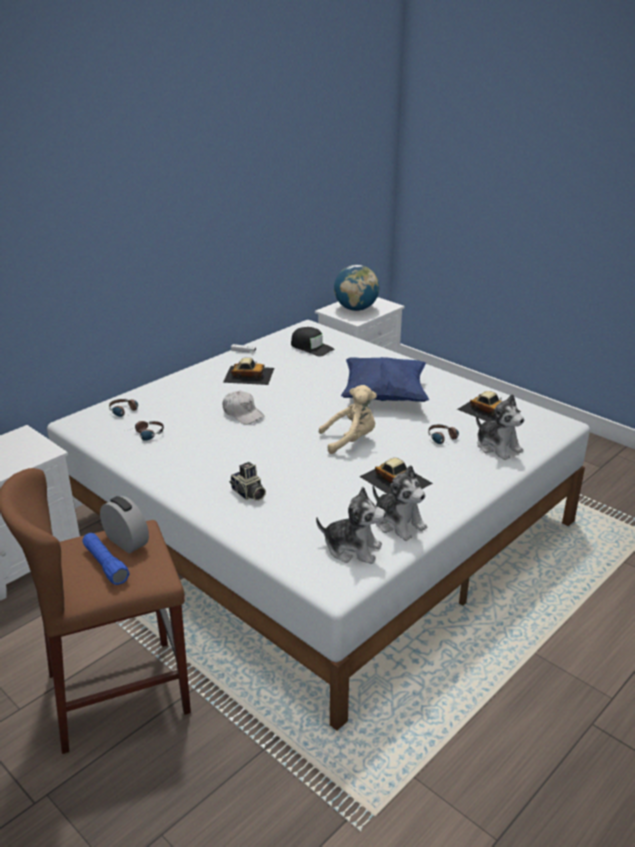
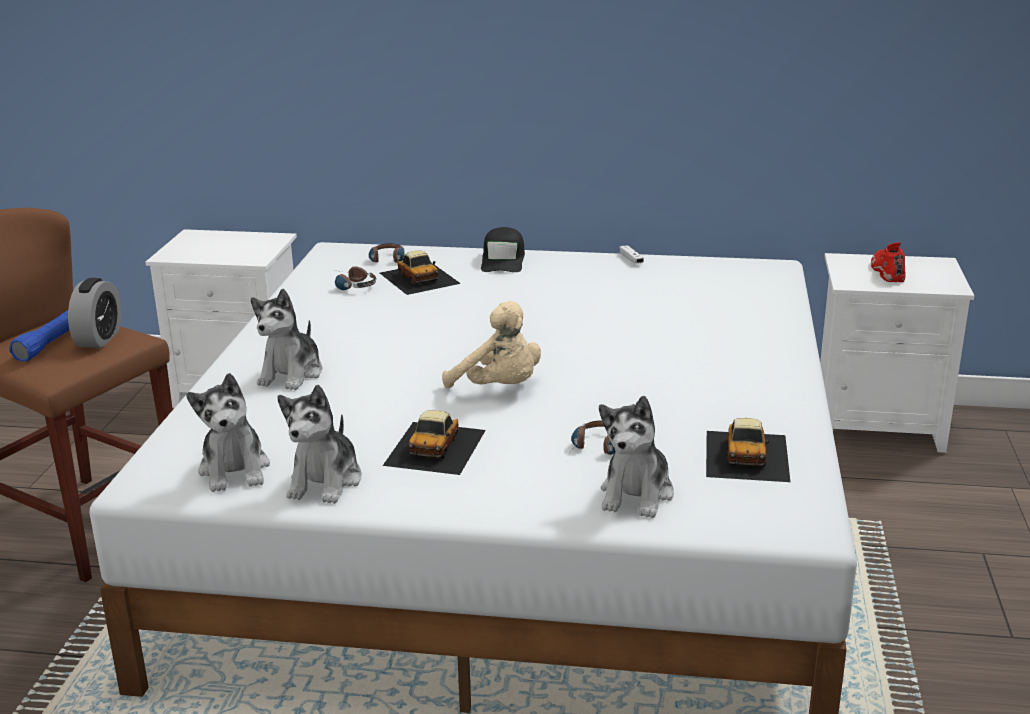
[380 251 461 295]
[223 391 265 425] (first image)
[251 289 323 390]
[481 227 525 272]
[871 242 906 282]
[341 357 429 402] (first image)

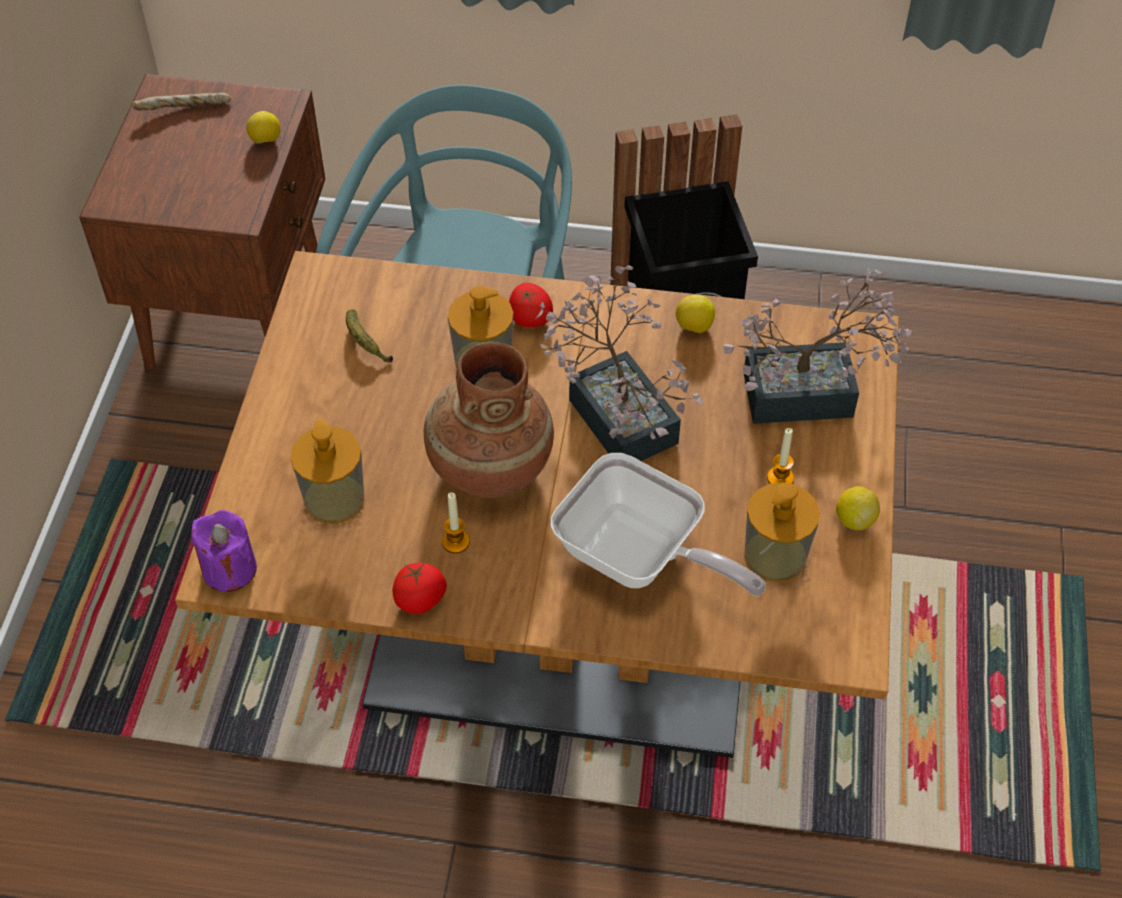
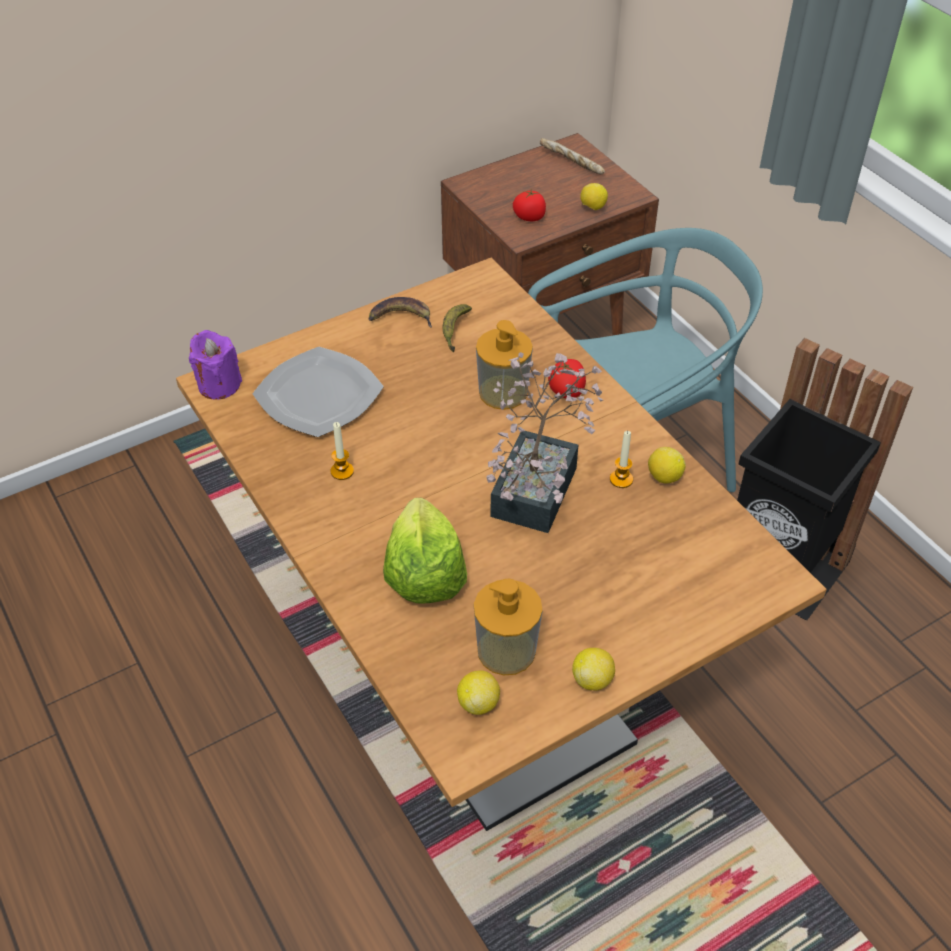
[252 347 384 437]
[513 189 546 221]
[424 342 554 498] (first image)
[383 498 467 603]
[723 268 912 424] (first image)
[610 431 633 488]
[369 297 432 327]
[457 670 500 715]

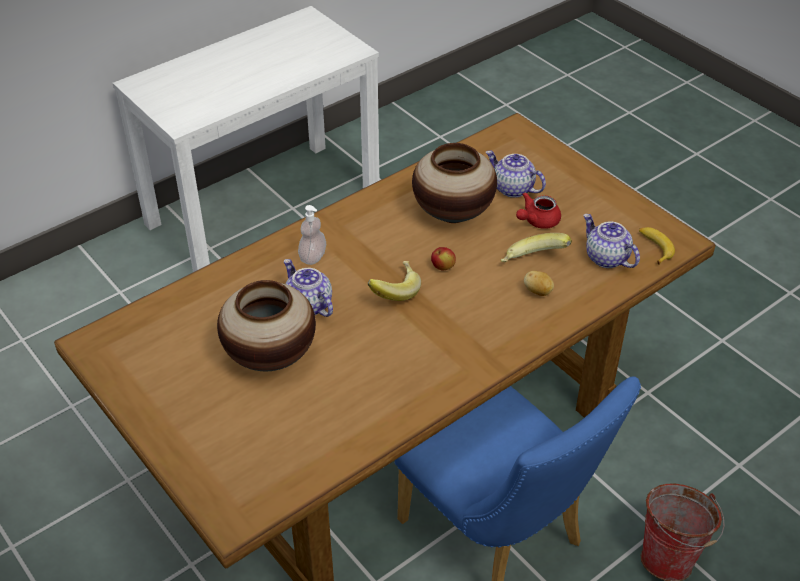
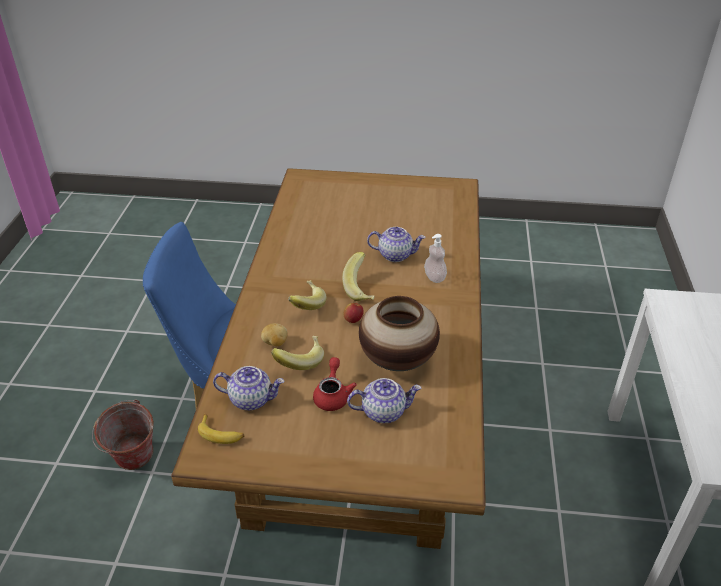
[217 280 316 371] (first image)
[288 280 327 310]

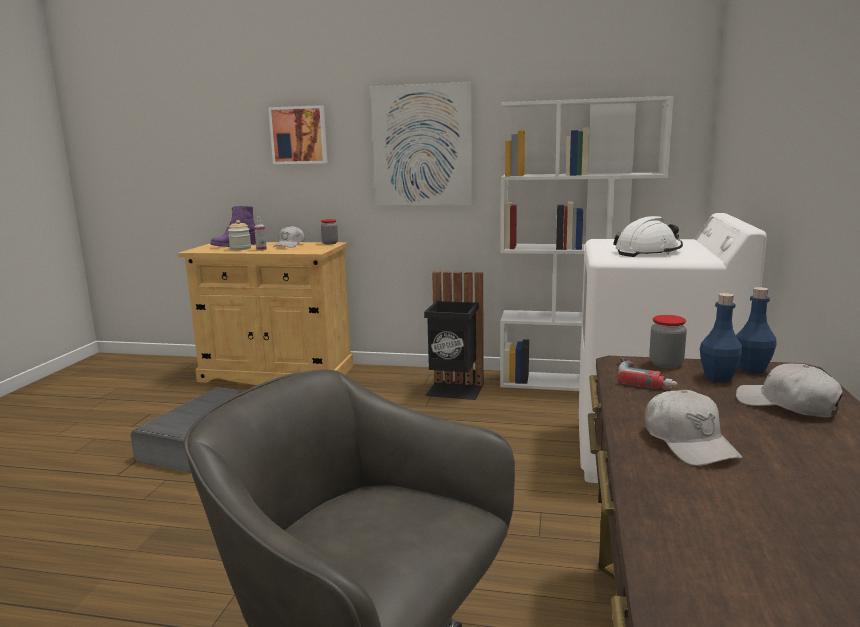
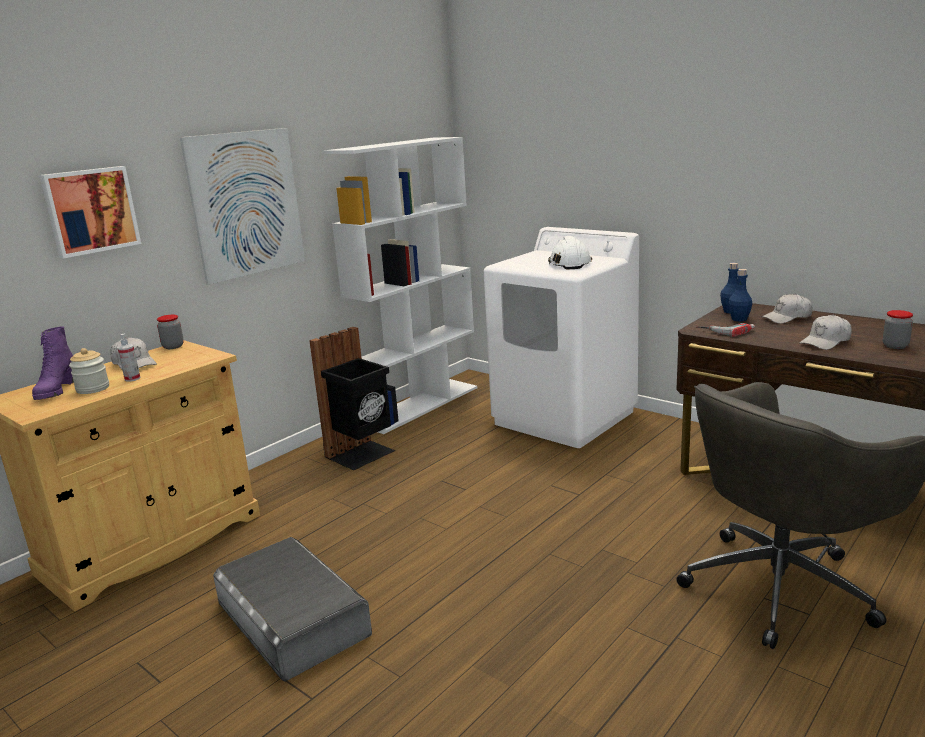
[800 315 852 350]
[883 310 913 349]

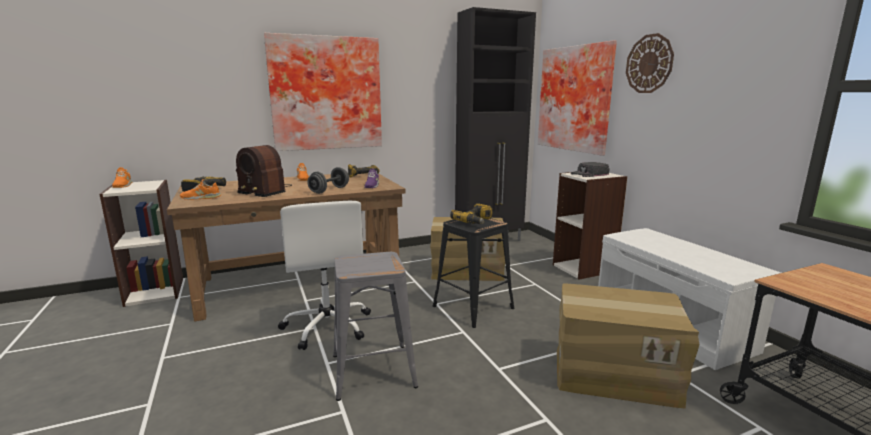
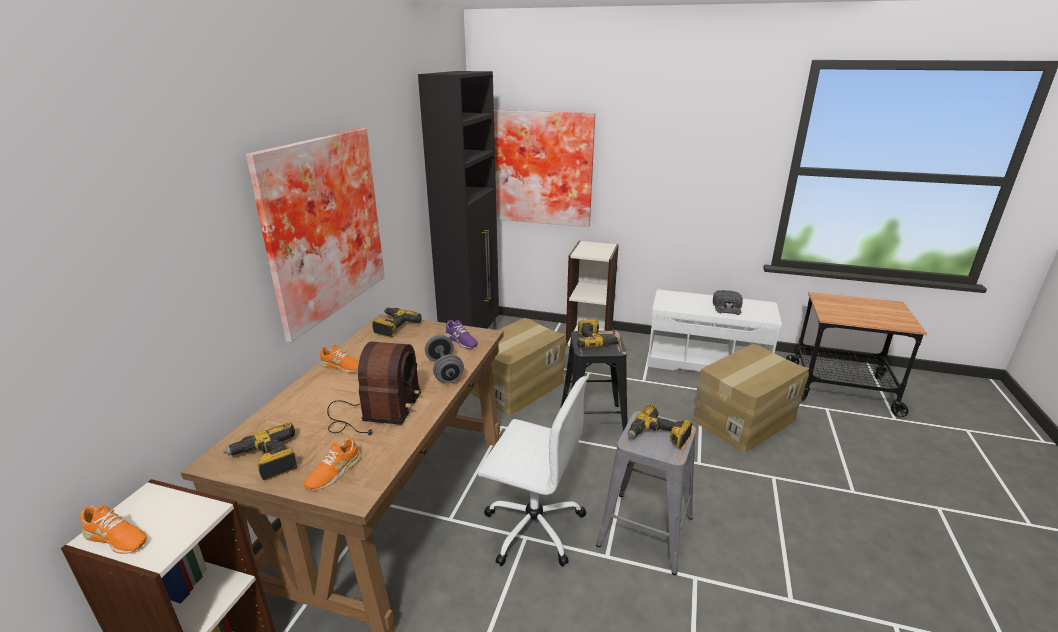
[327 342 421 435]
[713 290 743 315]
[626 33 674 93] (first image)
[628 404 693 449]

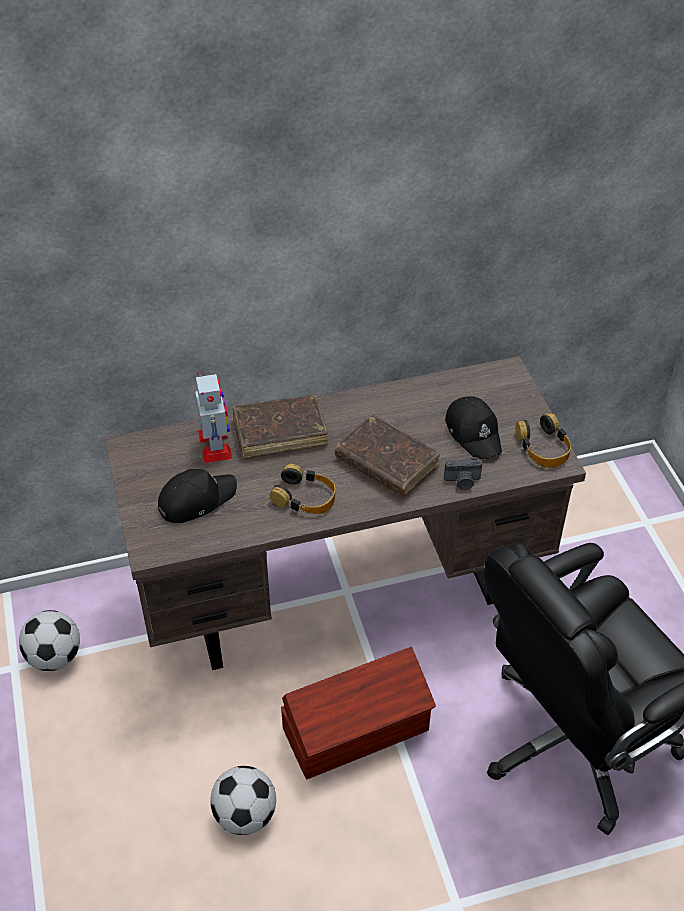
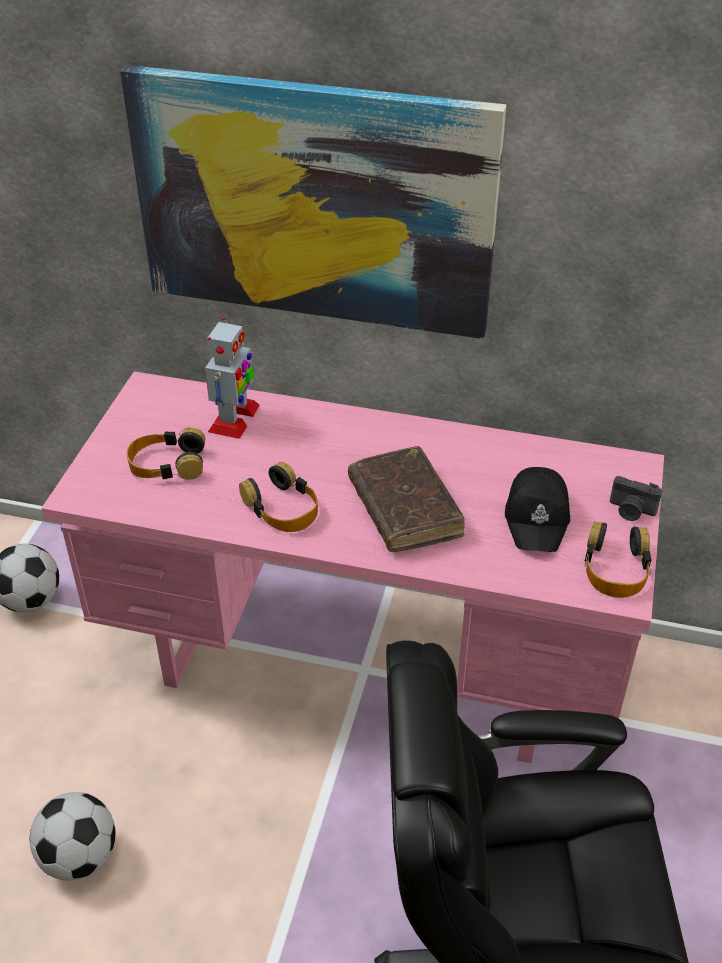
[41 371 664 763]
[127 428 205 480]
[232 395 328 459] (first image)
[281 647 436 779] (first image)
[610 476 662 521]
[120 65 506 339]

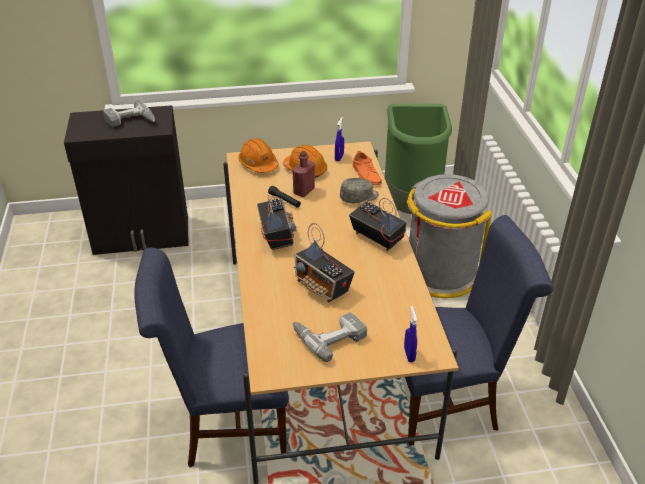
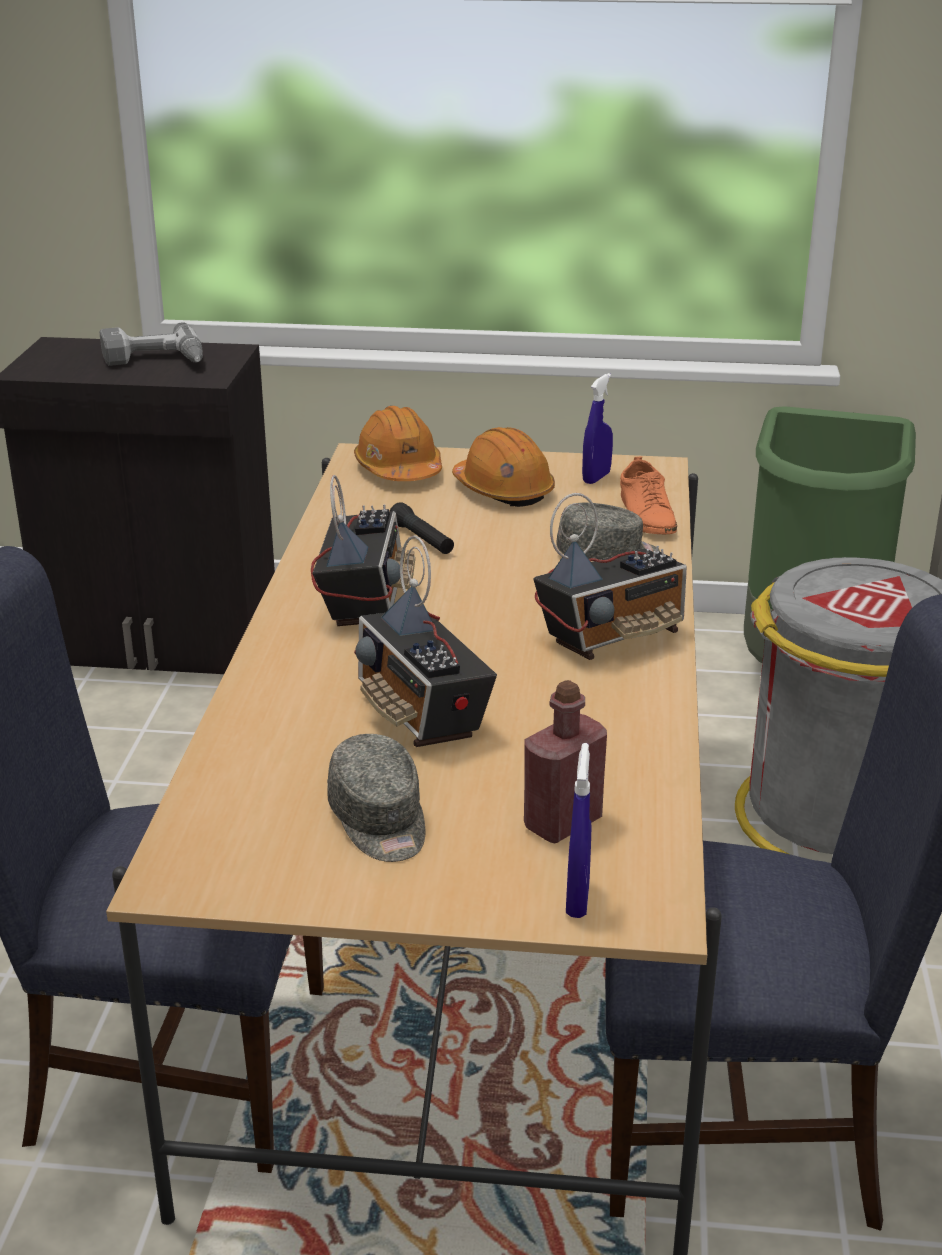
[524 680 607 843]
[327 734 425 862]
[534 493 687 660]

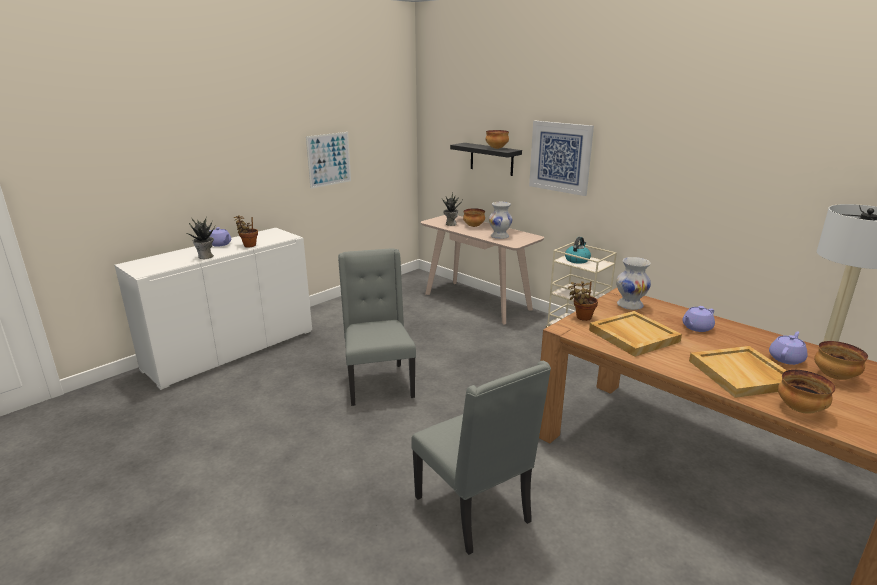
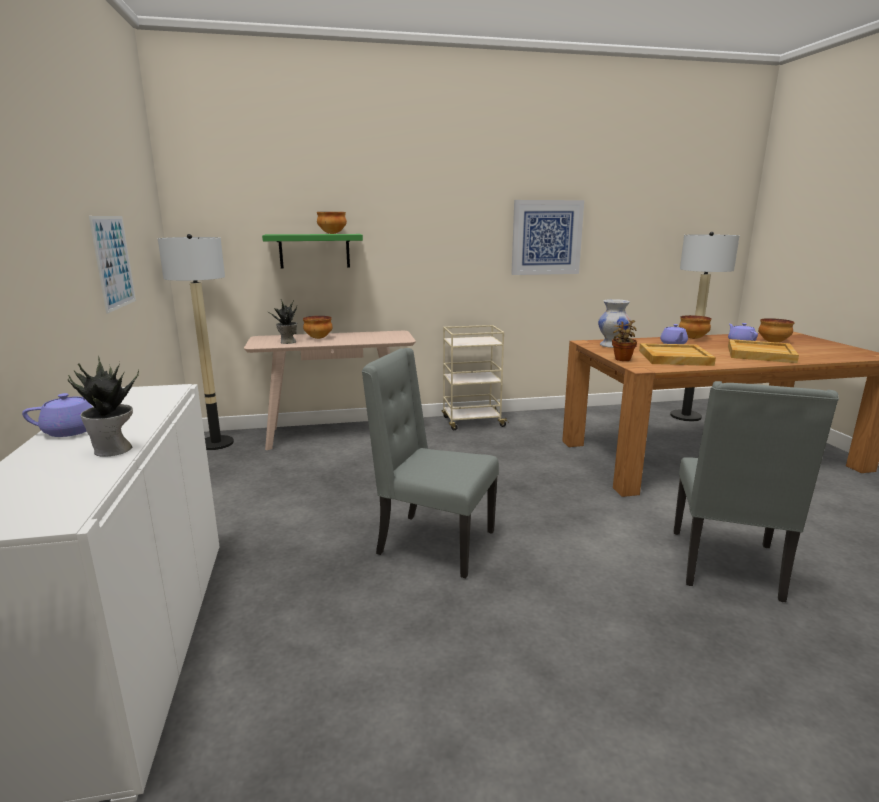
[234 215 258 247] (first image)
[674 381 839 602]
[262 234 363 269]
[489 202 512 239] (first image)
[511 200 584 275]
[565 237 591 264] (first image)
[679 315 712 339]
[158 234 234 450]

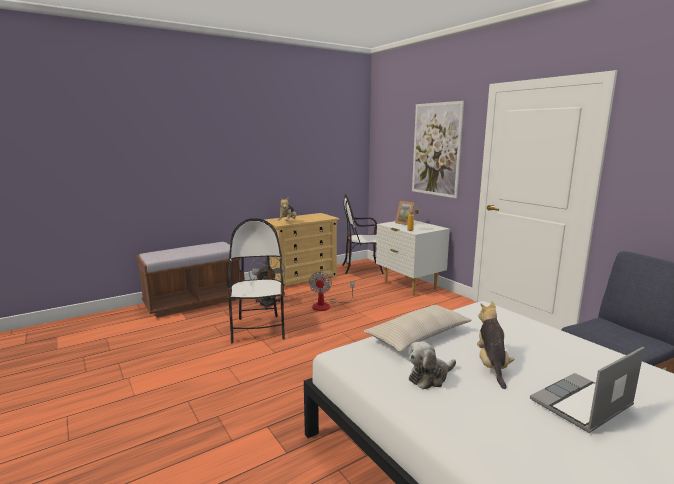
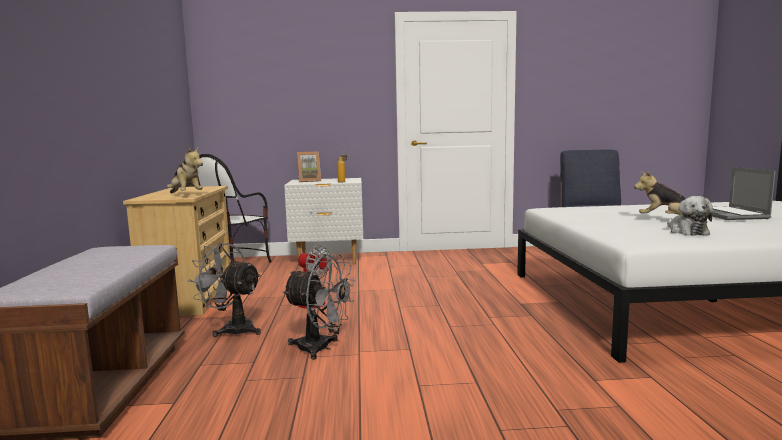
[282 254 356 360]
[364 305 472 352] (first image)
[412 101 464 198] (first image)

